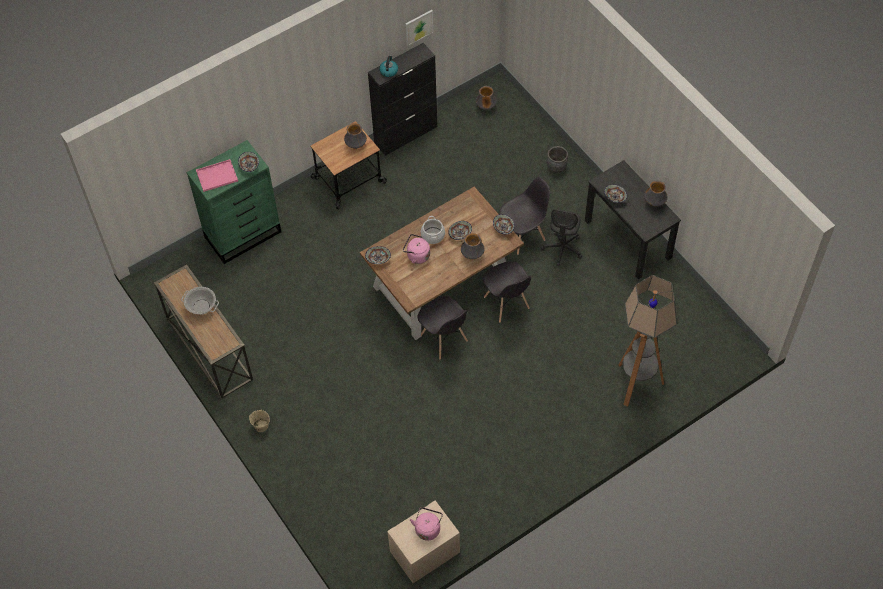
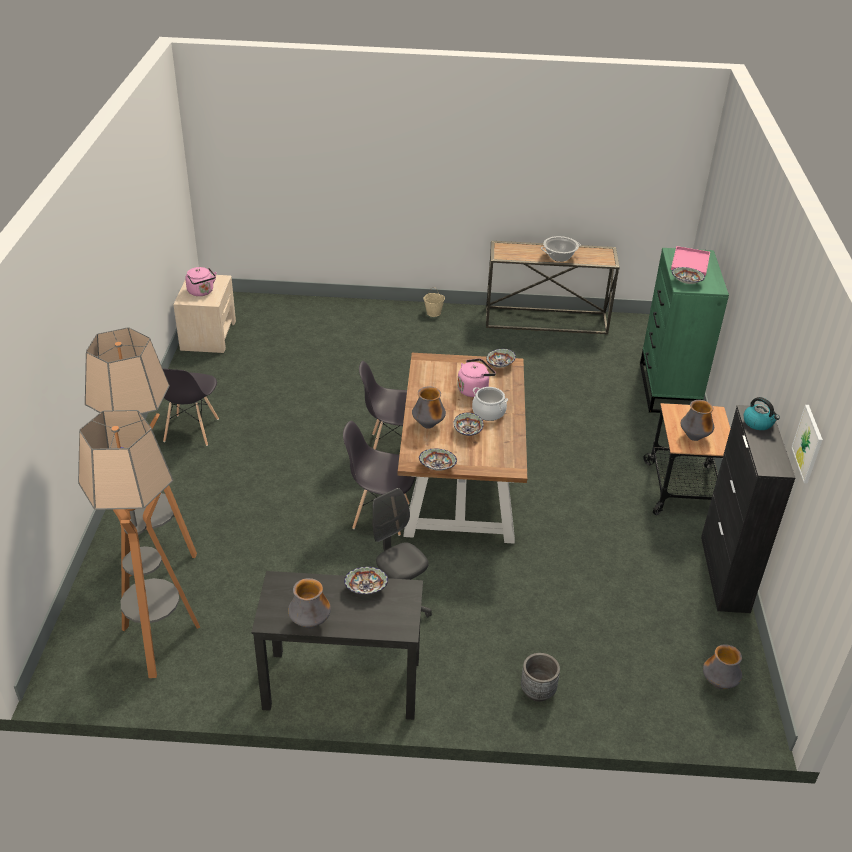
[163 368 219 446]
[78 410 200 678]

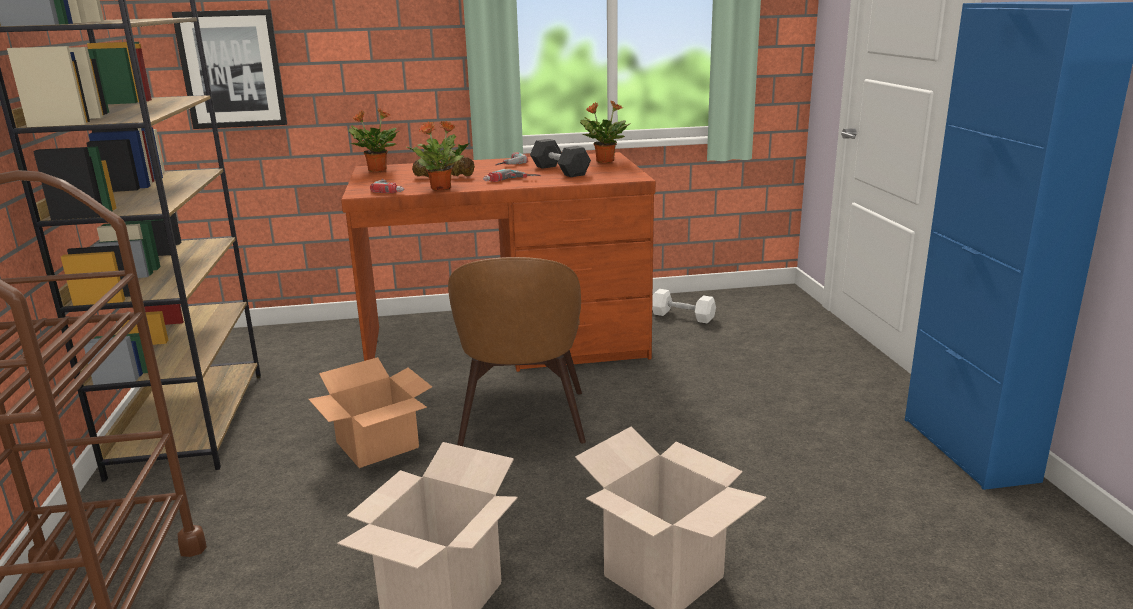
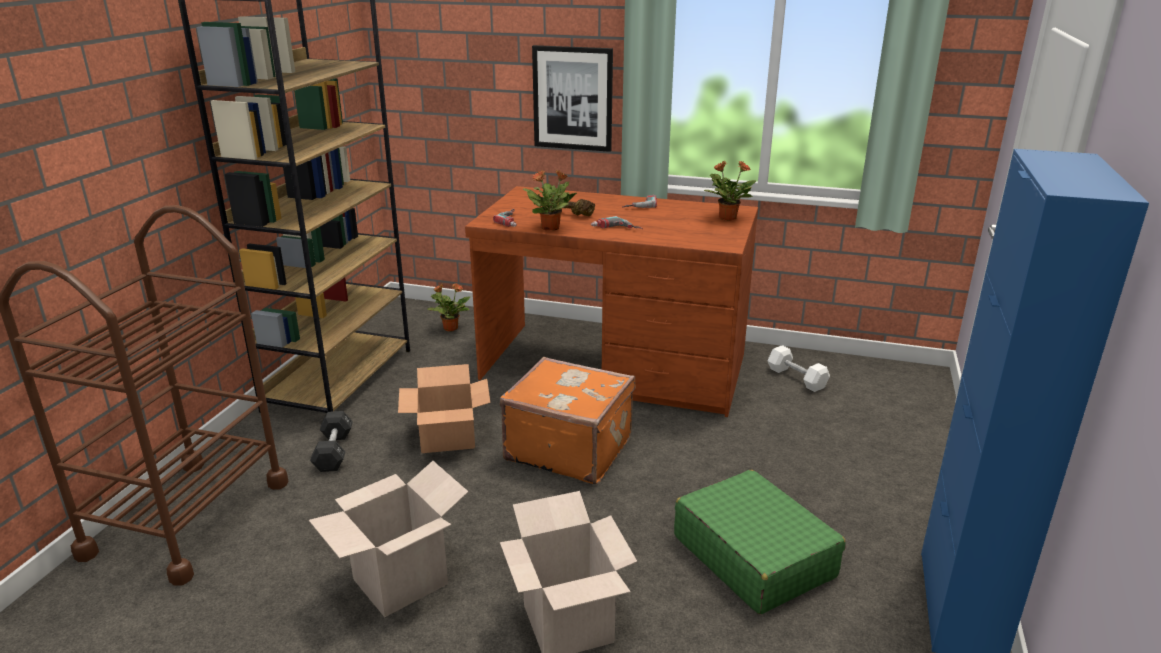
[532 45 613 152]
[427 283 470 331]
[500 357 635 484]
[310 411 353 472]
[674 470 846 614]

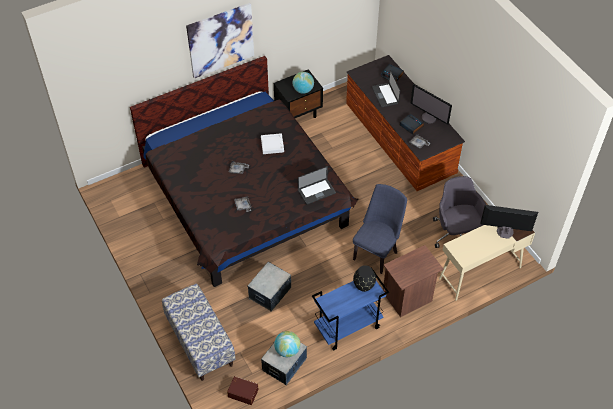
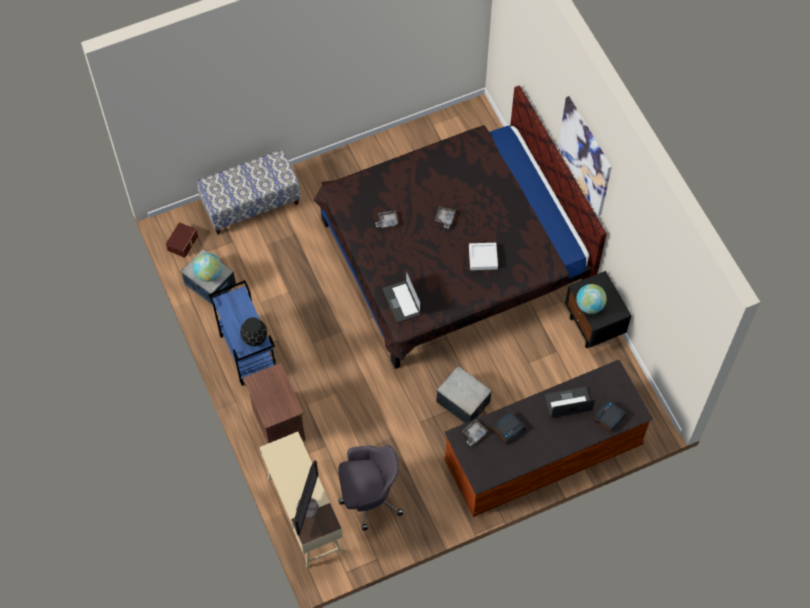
[436 366 492 423]
[353 184 407 274] (first image)
[410 84 452 125] (first image)

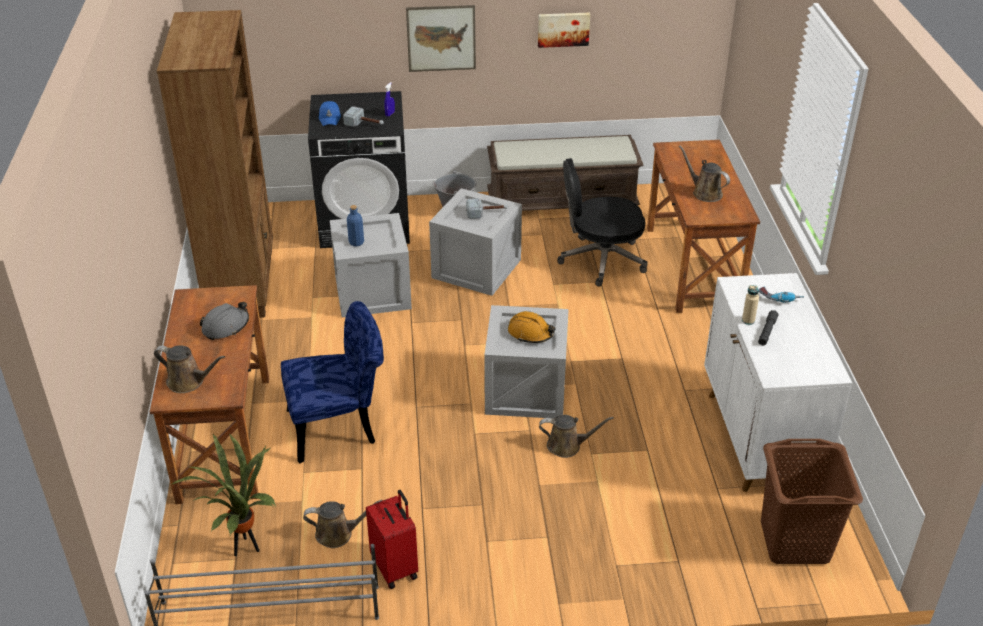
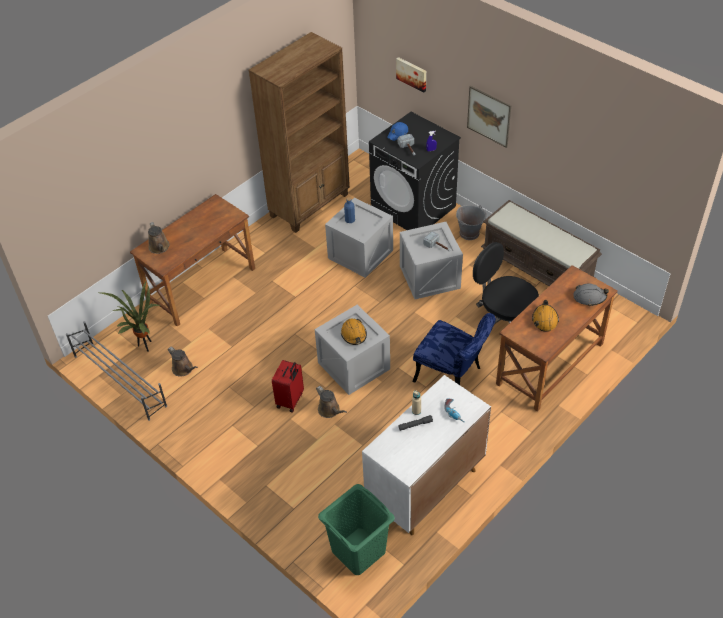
[573 284 609 306]
[413 313 496 385]
[272 360 304 412]
[396 57 426 93]
[532 300 559 332]
[318 484 395 575]

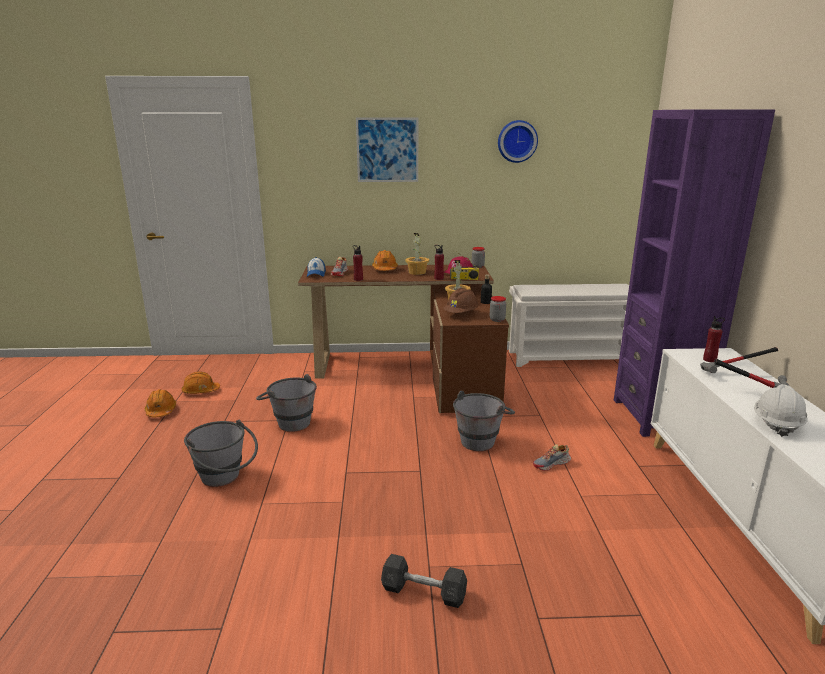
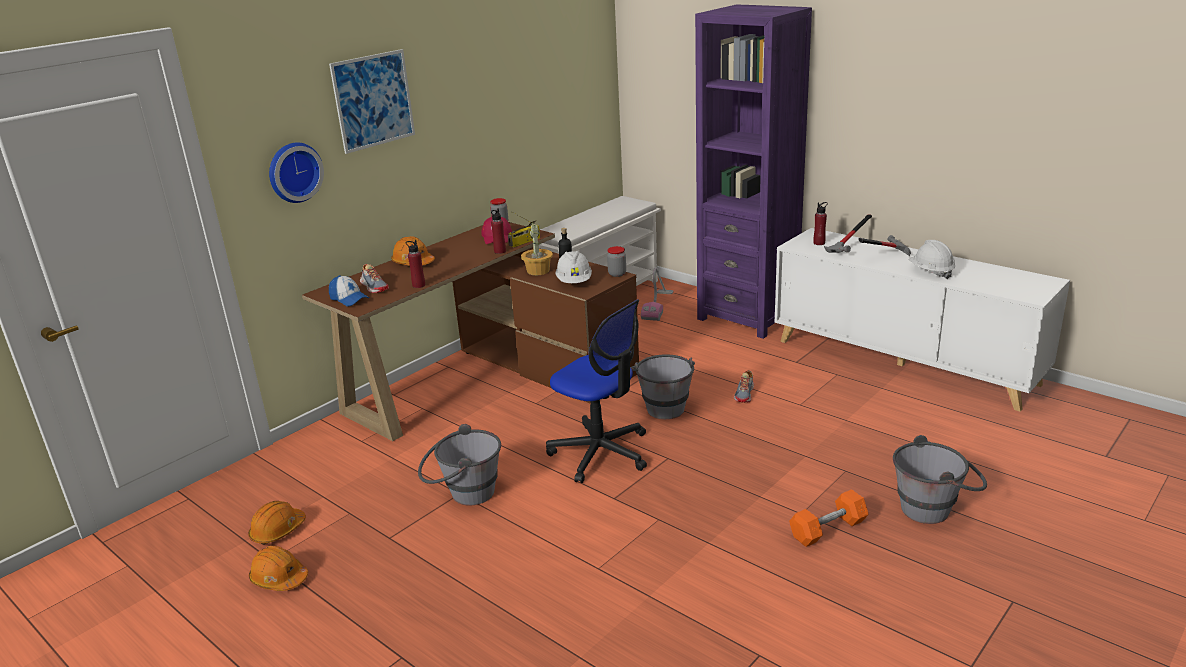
[893 435 987 524]
[789 489 869 547]
[405 233 429 275] (first image)
[555 251 592 283]
[269 143 324 203]
[546 299 647 483]
[641 267 673 321]

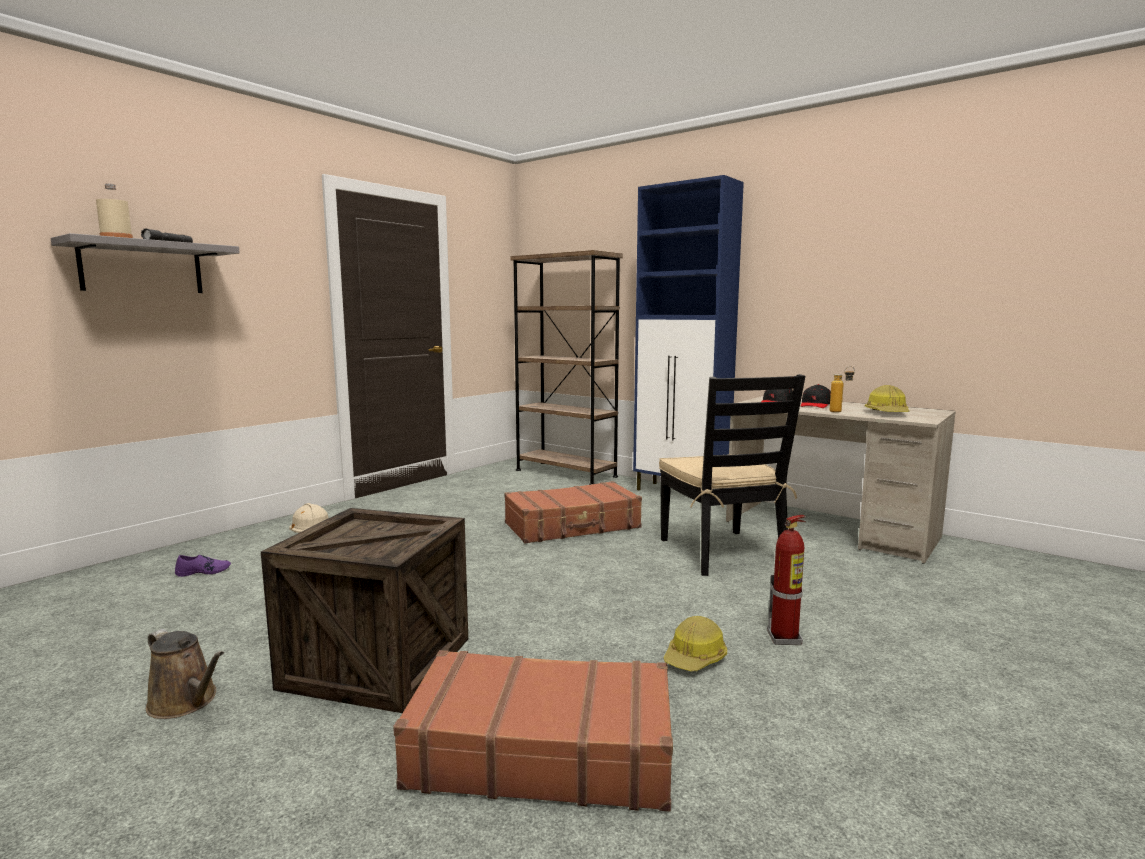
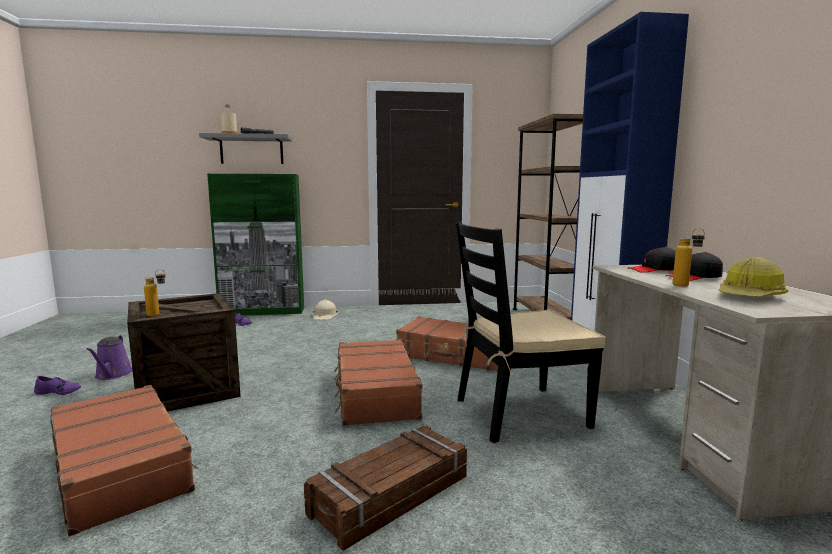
[86 335 133 380]
[456 222 606 443]
[664 616 727 672] (first image)
[304 426 467 550]
[34 376 81 395]
[144 269 166 317]
[207 174 304 315]
[334 339 423 426]

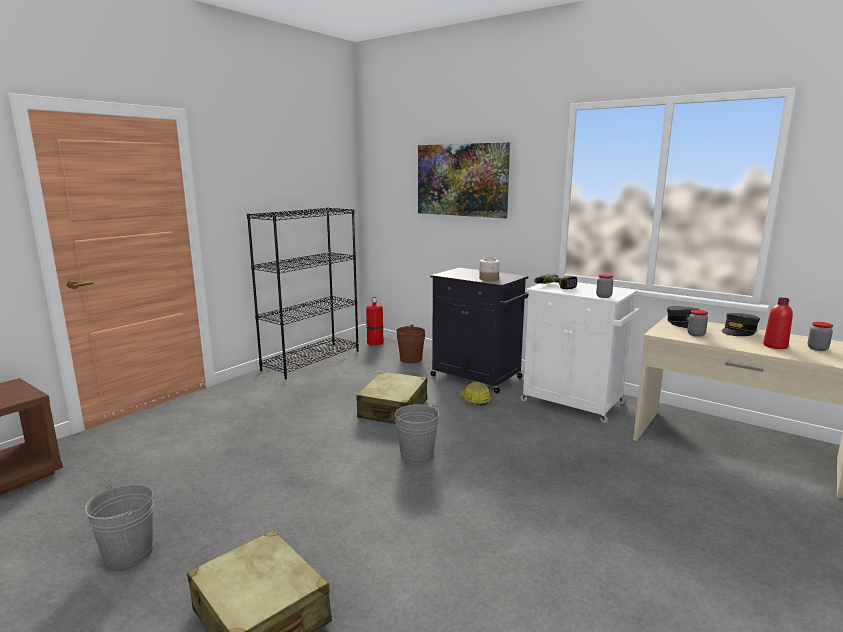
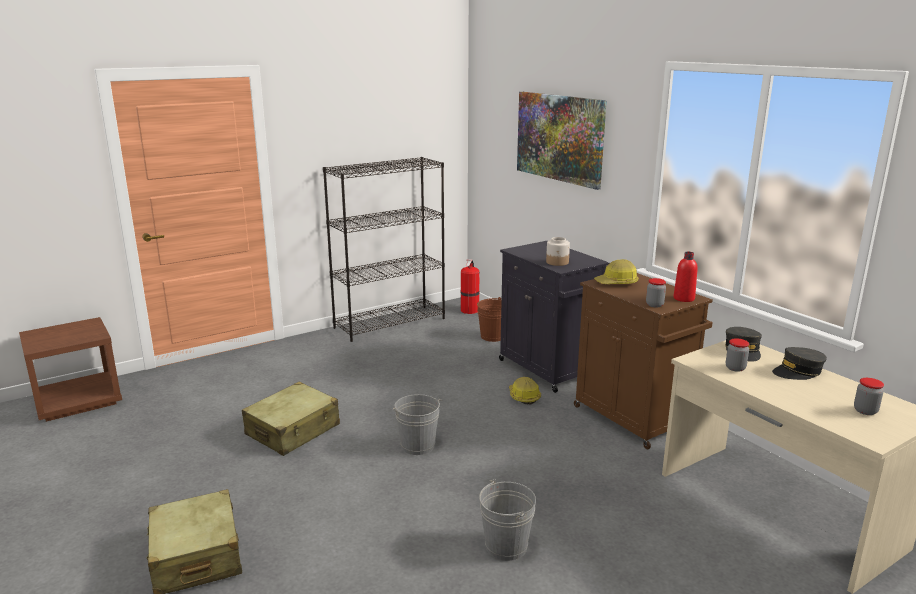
[479 479 536 561]
[242 382 340 456]
[574 273 713 449]
[594 259 639 284]
[673 252 698 302]

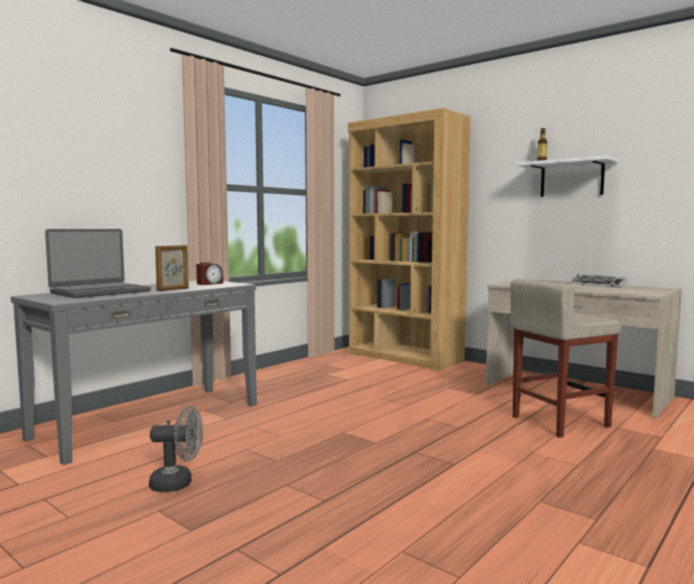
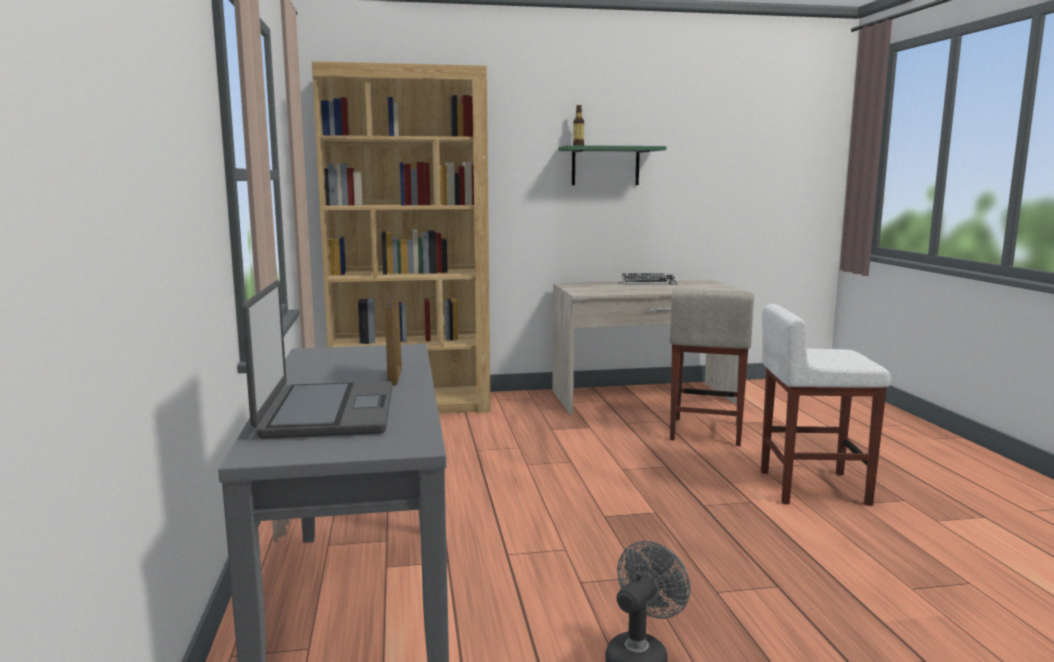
[196 262 223 285] (first image)
[558 145 666 185]
[761 304 891 506]

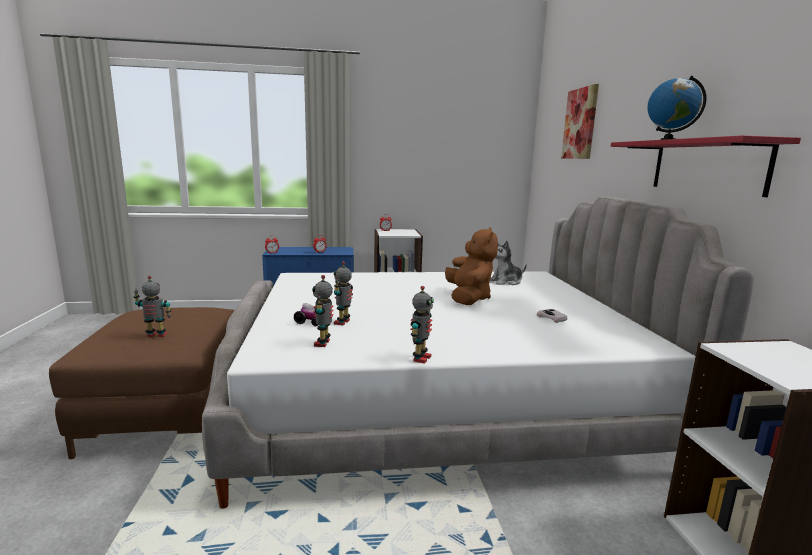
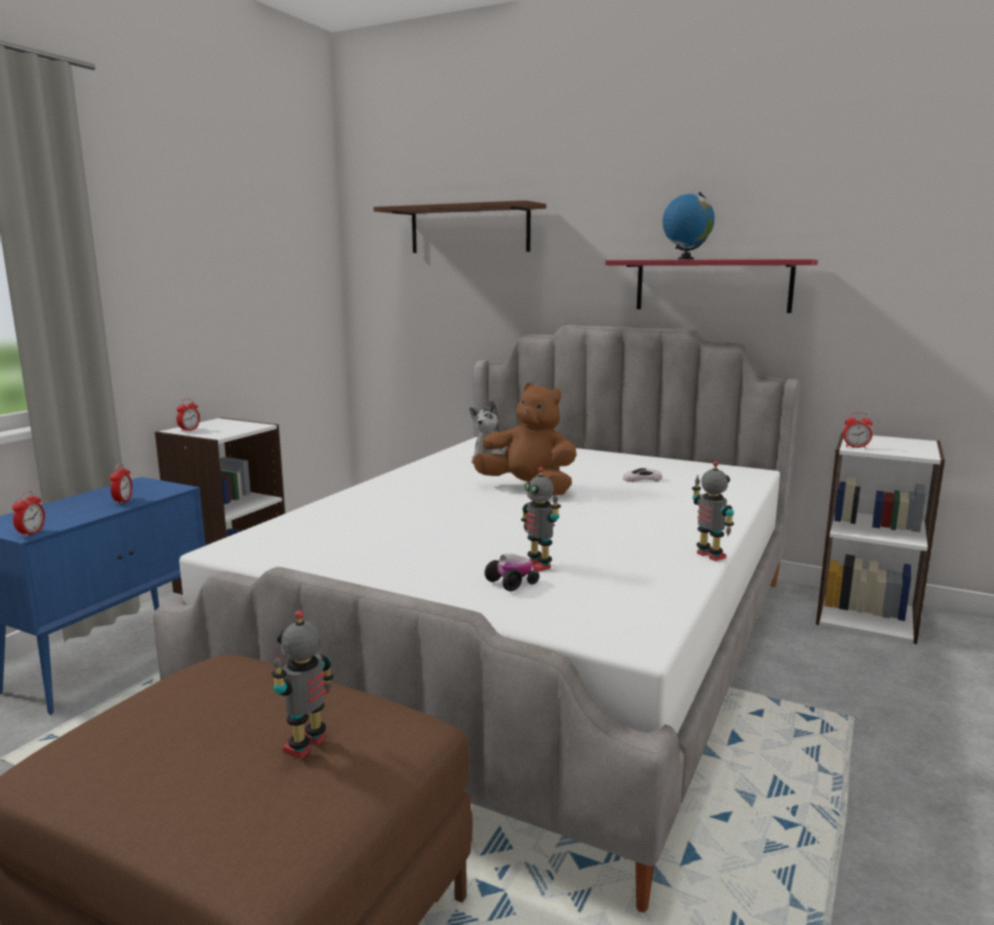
[312 275 334 347] (first image)
[373 200 546 253]
[843 412 873 448]

